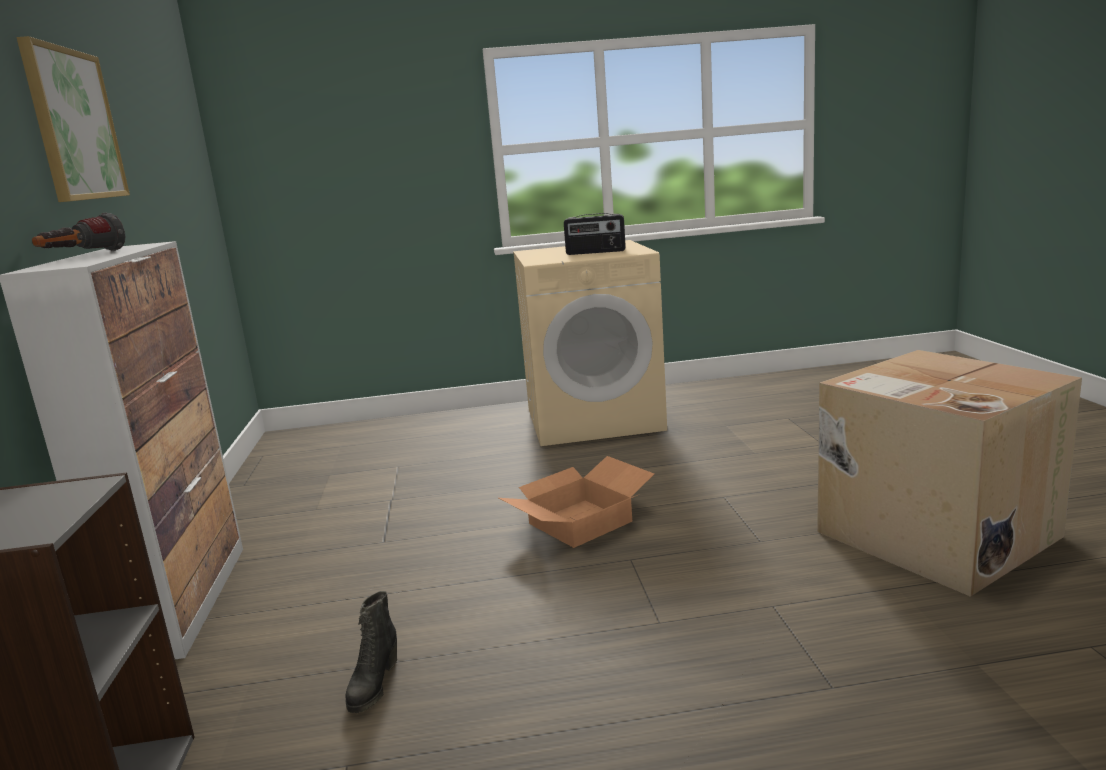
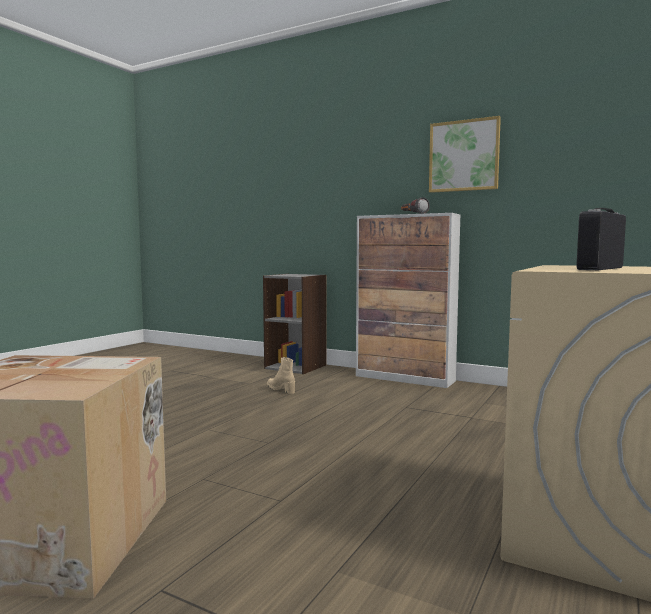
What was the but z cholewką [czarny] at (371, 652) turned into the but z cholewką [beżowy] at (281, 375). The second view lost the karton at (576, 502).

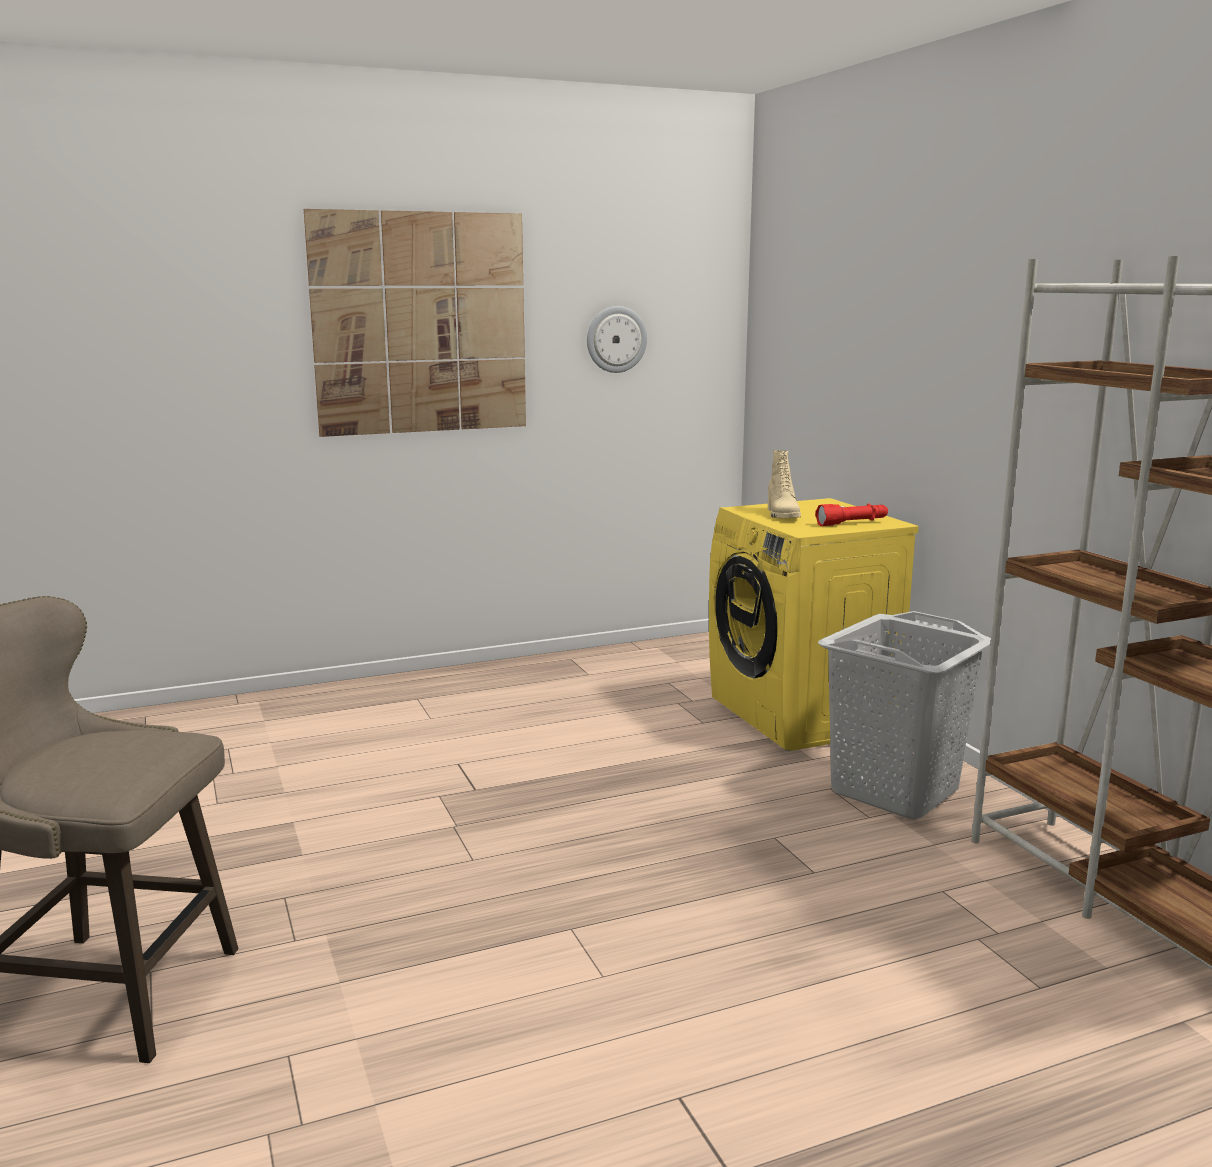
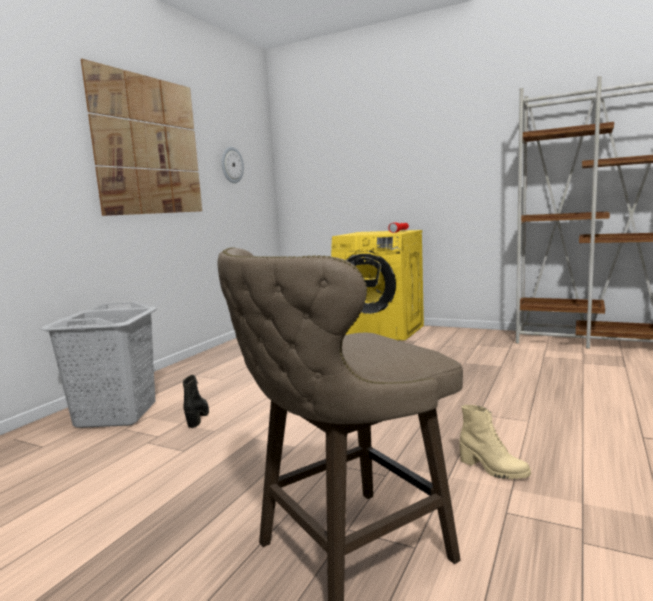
The kosz na pranie [szary] ended up elsewhere, having gone from (904, 715) to (98, 365). The second view gained the but z cholewką [czarny] at (196, 401). The but z cholewką [beżowy] ended up elsewhere, having gone from (784, 484) to (495, 442).

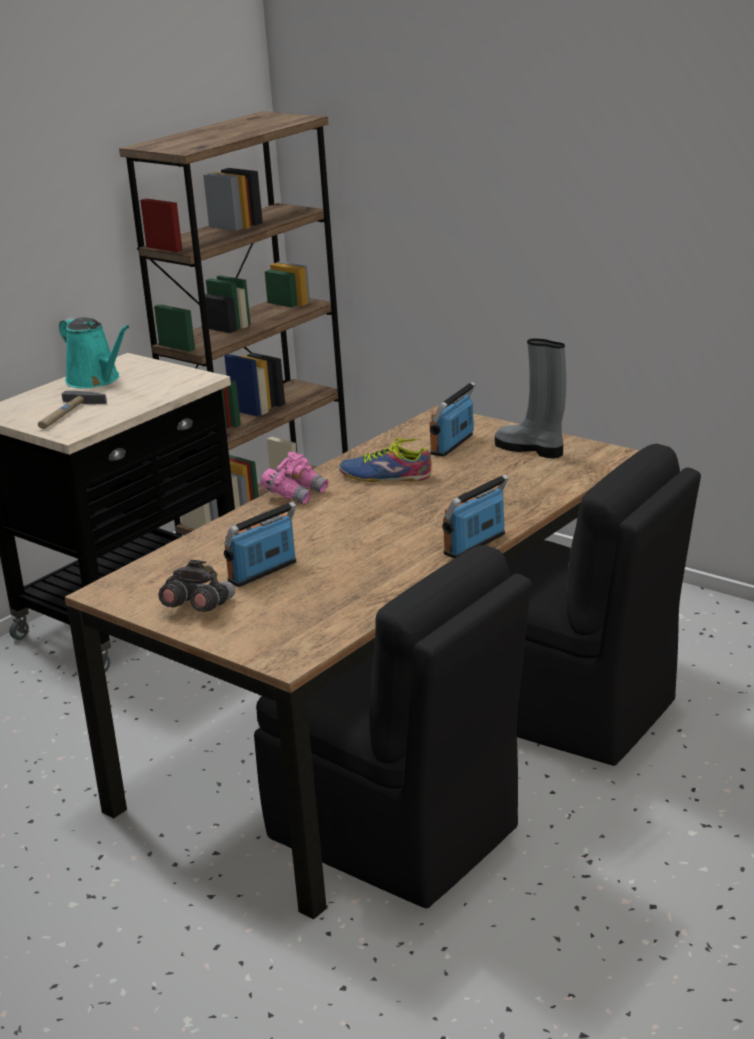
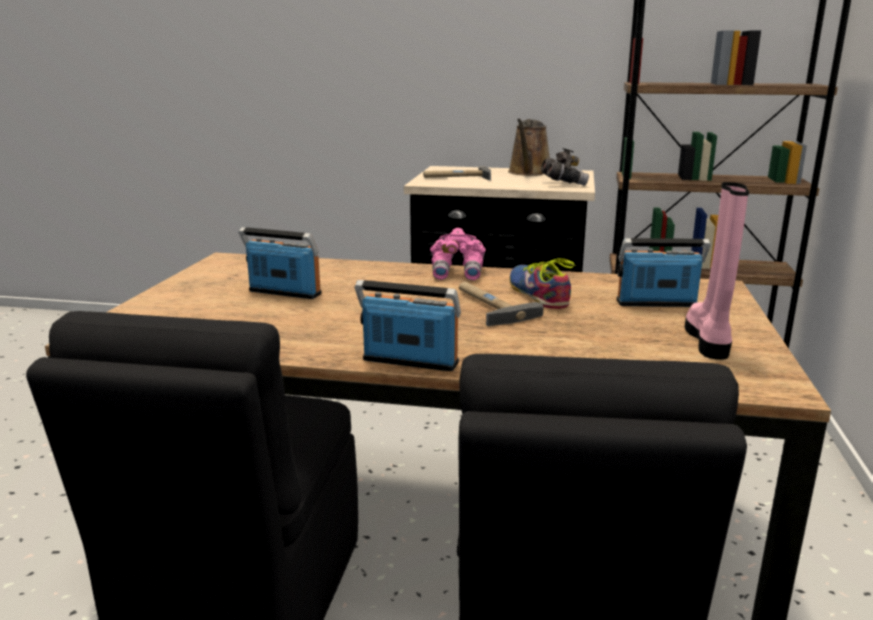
The second view gained the młotek at (501, 304). What was the konewka [turkusowy] at (94, 352) turned into the konewka [brązowy] at (529, 147). The lornetka [szary] ended up elsewhere, having gone from (196, 586) to (565, 167). What was the but z cholewką [szary] at (530, 398) turned into the but z cholewką [różowy] at (717, 271).

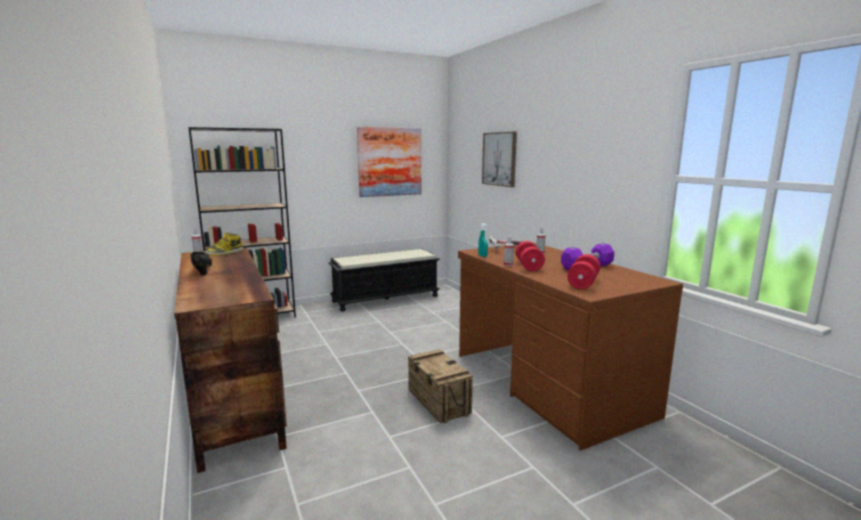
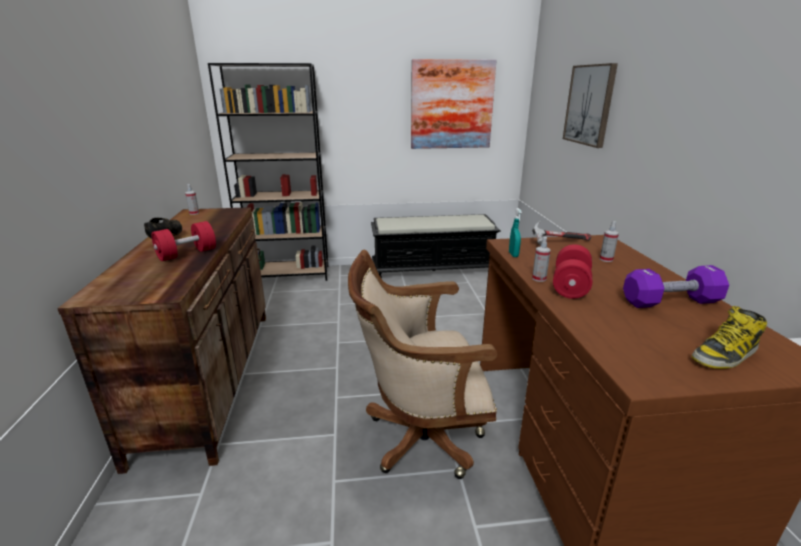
The hantel [czerwony] ended up elsewhere, having gone from (583, 271) to (183, 241). Where the skrzynka stood at (440, 386), the krzesło biurowe came to stand at (422, 364). The but z cholewką ended up elsewhere, having gone from (223, 244) to (729, 337).

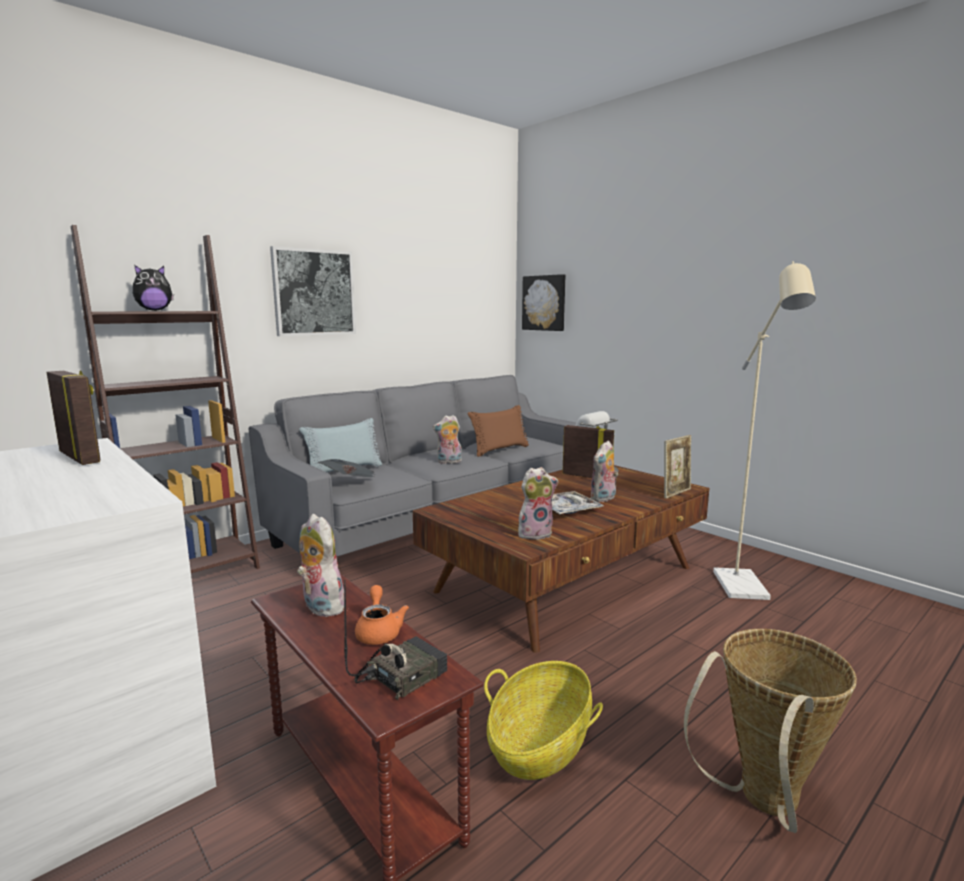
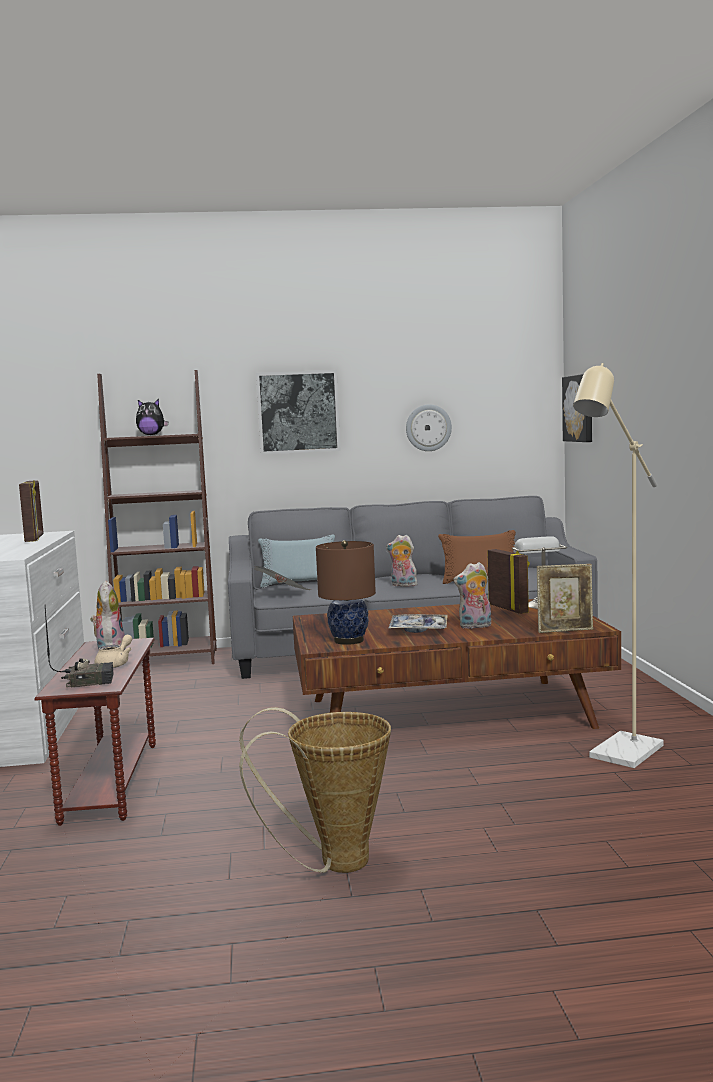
What was the imbryk [pomarańczowy] at (382, 615) turned into the imbryk [beżowy] at (113, 651). Where the pluszak stood at (538, 504), the lampa stołowa [brązowy] came to stand at (346, 592). The second view gained the zegar ścienny at (429, 427). The second view lost the koszyk at (543, 720).

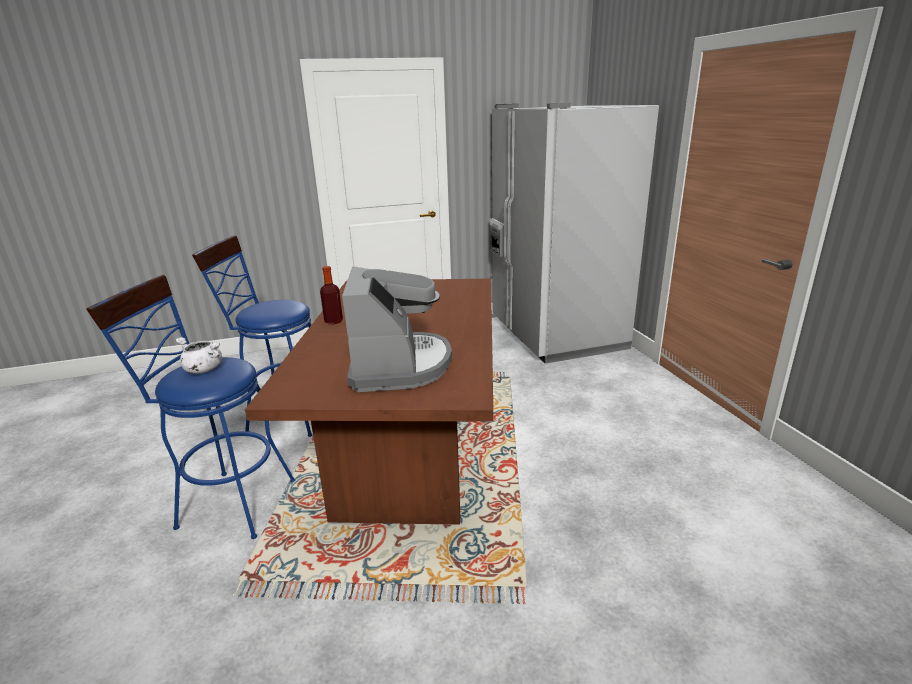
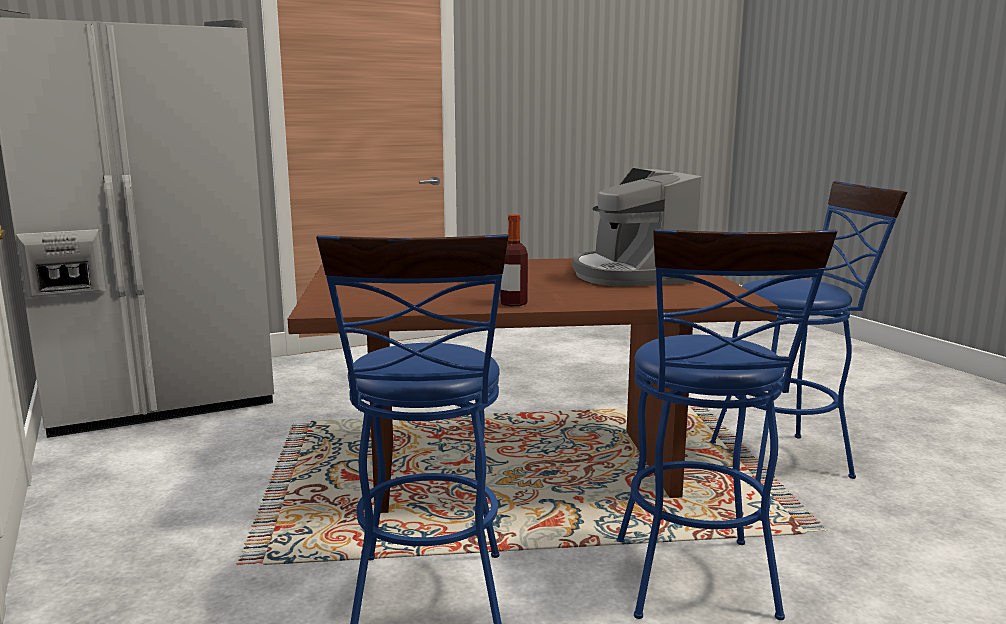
The ekspres do kawy at (397, 329) ended up facing another way, 90 degrees counterclockwise from before. The second view gained the stołek [niebieski] at (808, 331). The second view lost the garnek [biały] at (199, 355).

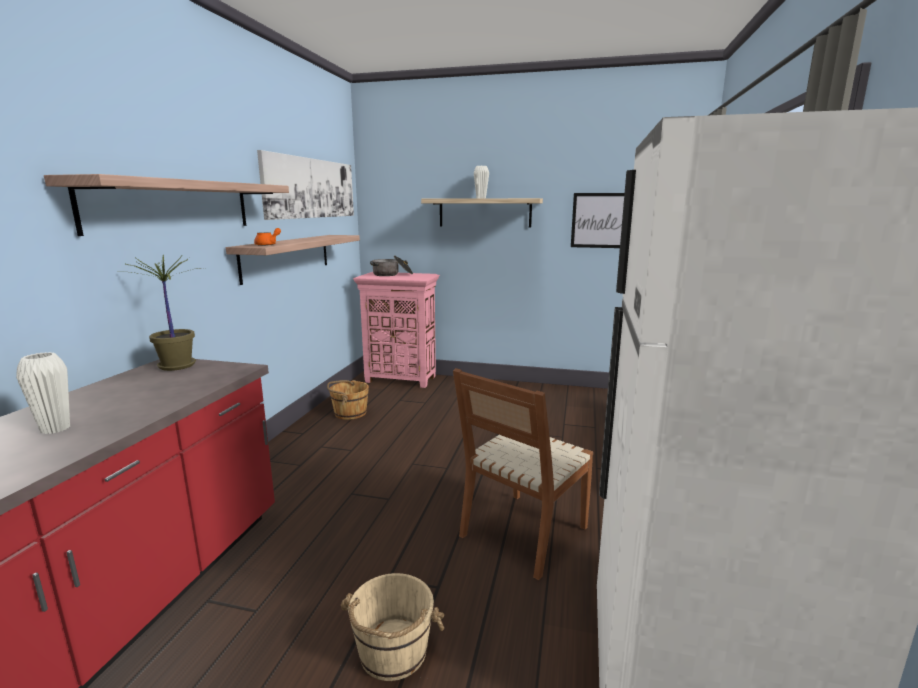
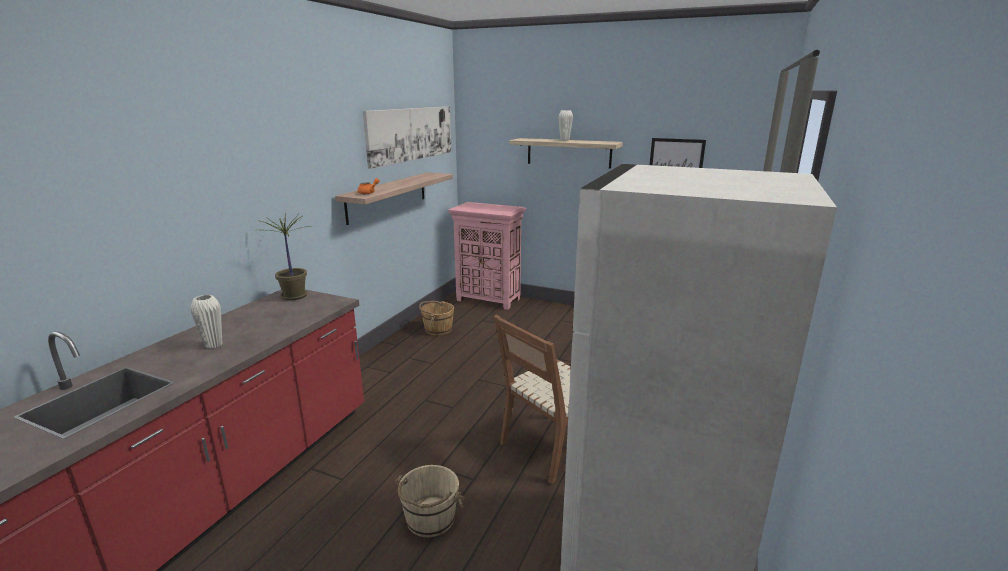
The second view lost the półka at (166, 205). The second view lost the garnek at (391, 265).

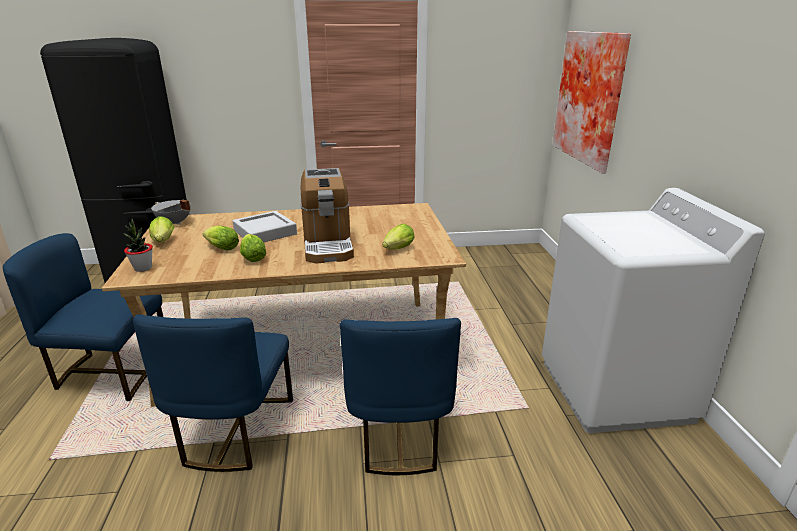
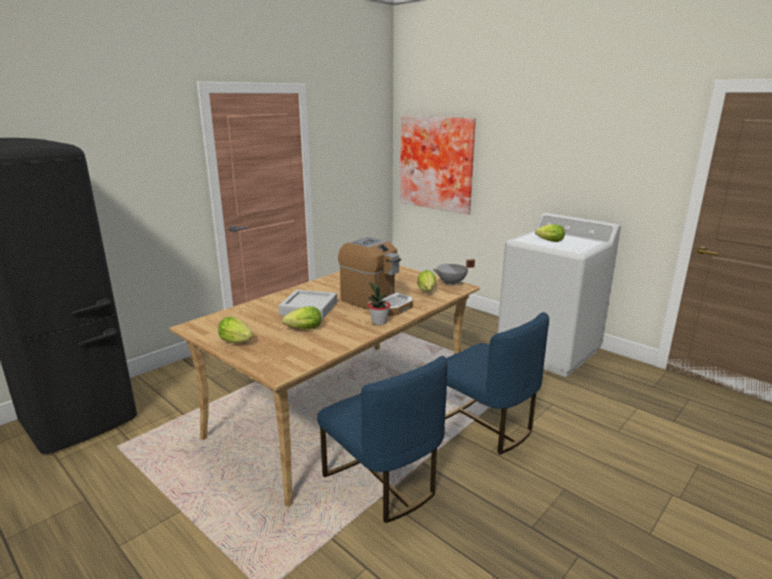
The roślina doniczkowa ended up elsewhere, having gone from (138, 245) to (379, 303). The garnek [szary] ended up elsewhere, having gone from (171, 212) to (454, 272). The sałata ended up elsewhere, having gone from (253, 248) to (550, 233). The second view lost the krzesło [niebieski] at (83, 317).

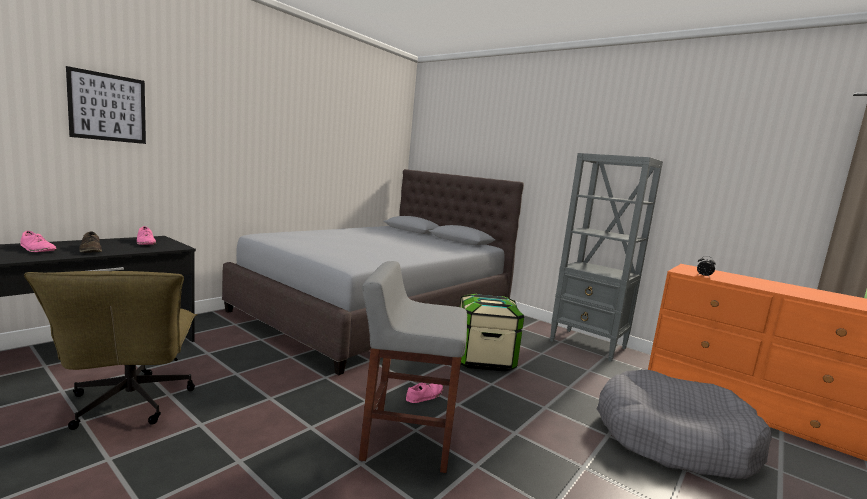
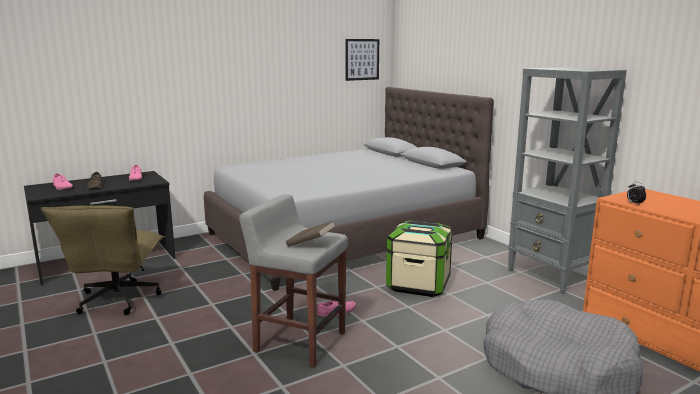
The second view gained the książka [brązowy] at (311, 234). The obraz ended up elsewhere, having gone from (106, 105) to (362, 60).

